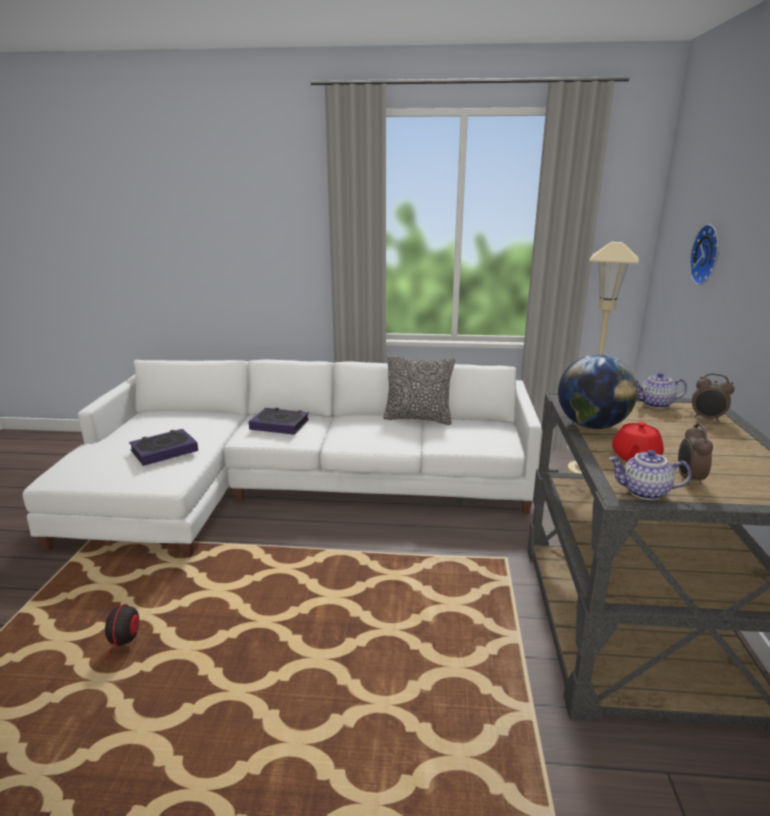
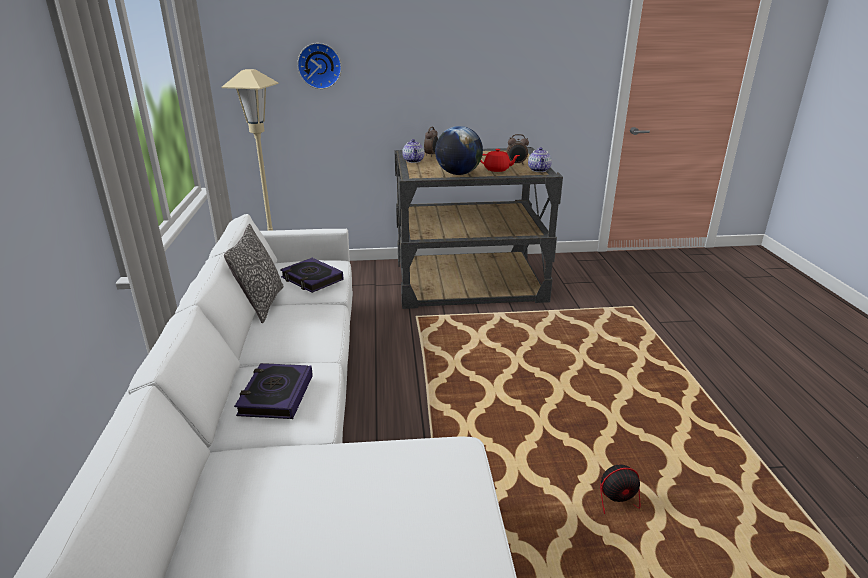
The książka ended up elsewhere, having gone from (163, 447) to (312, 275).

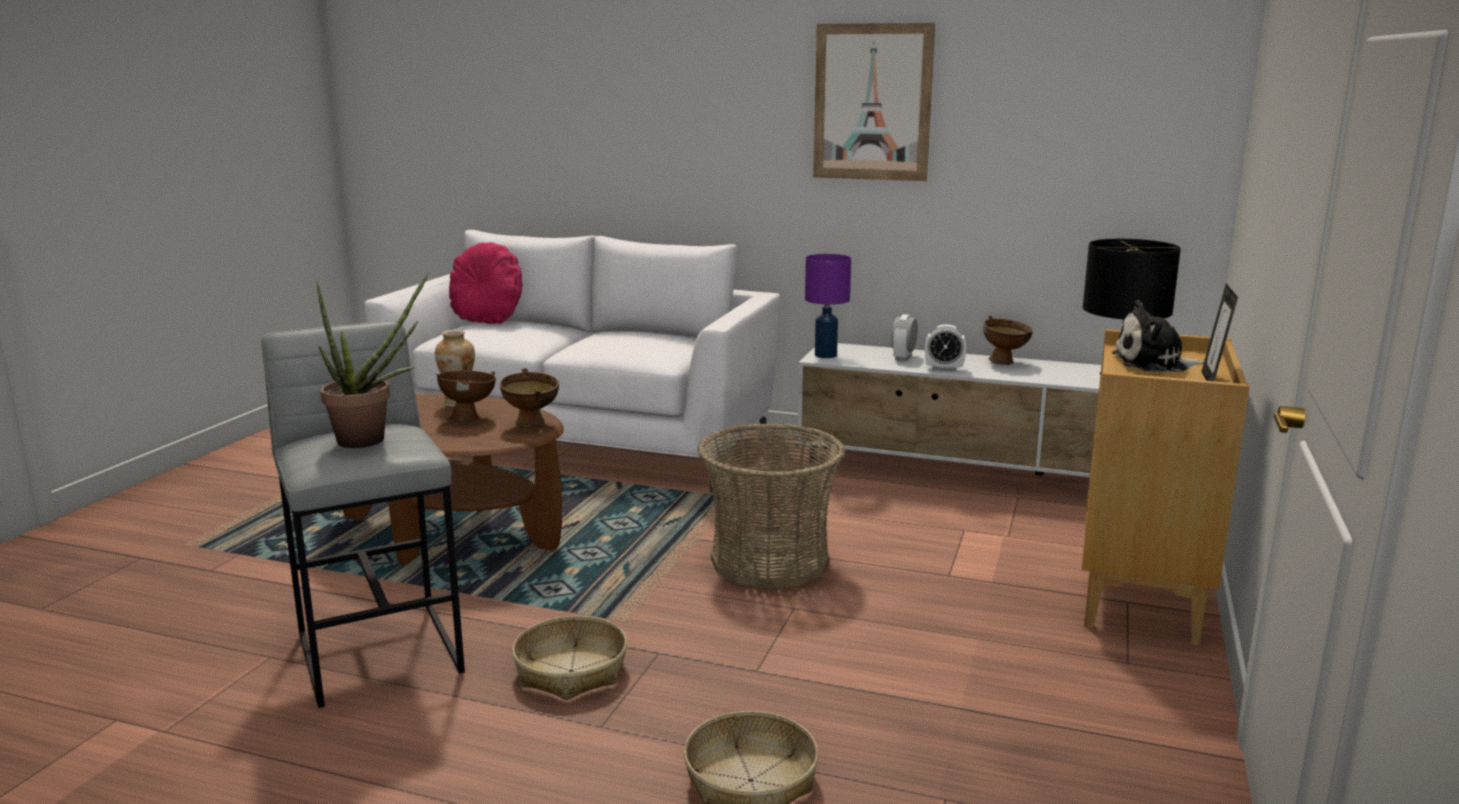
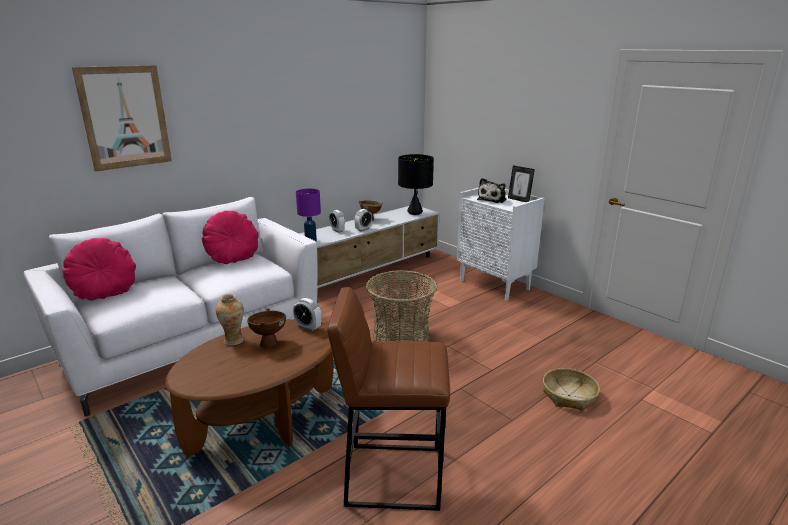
The obraz ended up elsewhere, having gone from (874, 102) to (122, 118). The second view gained the poduszka [różowy] at (230, 237). Where the miska [brązowy] stood at (529, 398), the budzik came to stand at (307, 314). What was the stołek [szary] at (363, 514) turned into the stołek [brązowy] at (388, 399). What was the szafka [brązowy] at (1166, 487) turned into the szafka [biały] at (501, 244). The second view lost the roślina doniczkowa at (372, 360). The second view lost the koszyk at (569, 658).

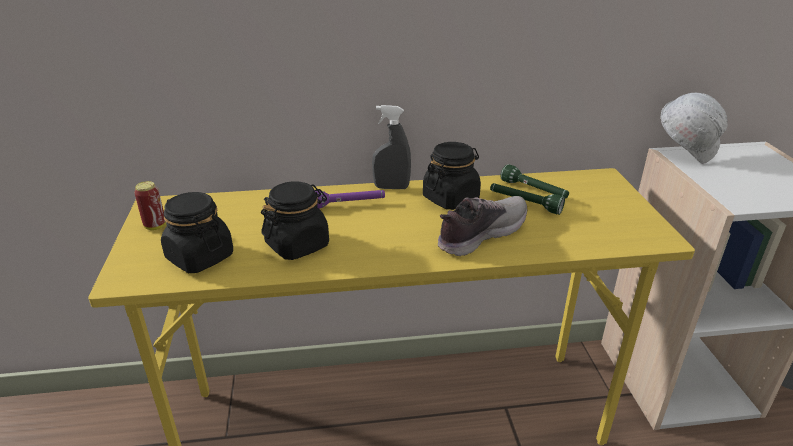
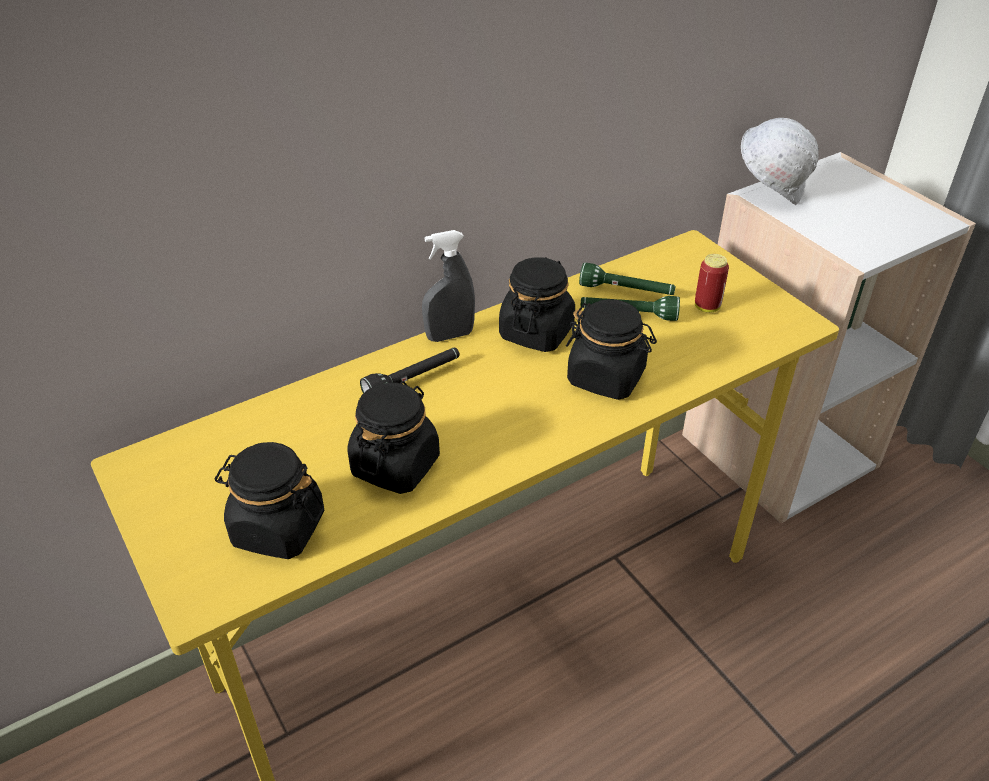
What was the latarka [fioletowy] at (350, 199) turned into the latarka [czarny] at (410, 370). Where the but stood at (482, 226), the słoik [czarny] came to stand at (611, 349). The puszka ended up elsewhere, having gone from (150, 205) to (712, 283).

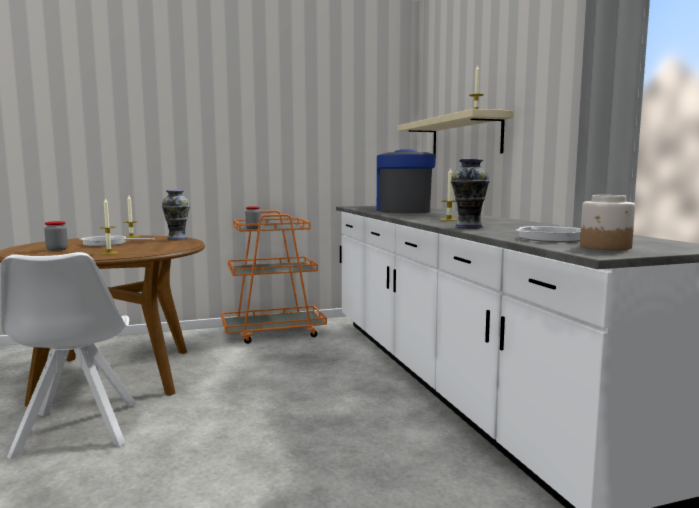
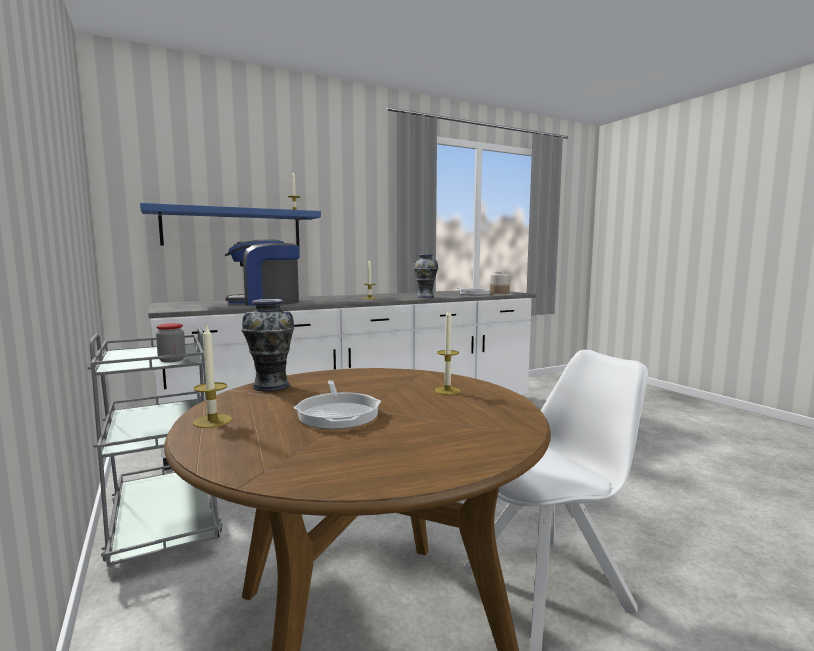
What was the wózek [pomarańczowy] at (274, 277) turned into the wózek [szary] at (155, 447). What was the półka [beżowy] at (455, 132) turned into the półka [niebieski] at (230, 224). The second view lost the słoik at (56, 236).

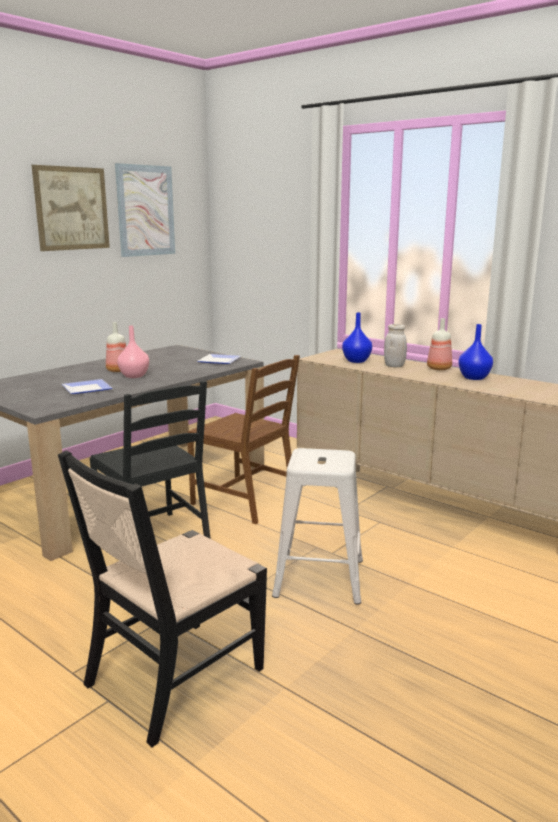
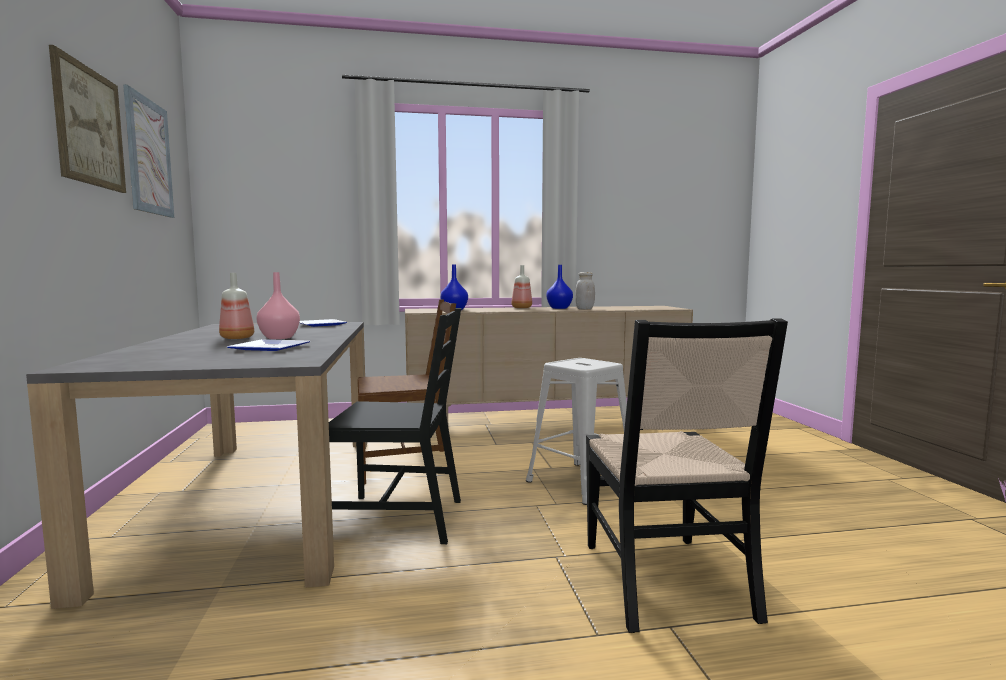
The słoik [biały] ended up elsewhere, having gone from (395, 345) to (585, 291).

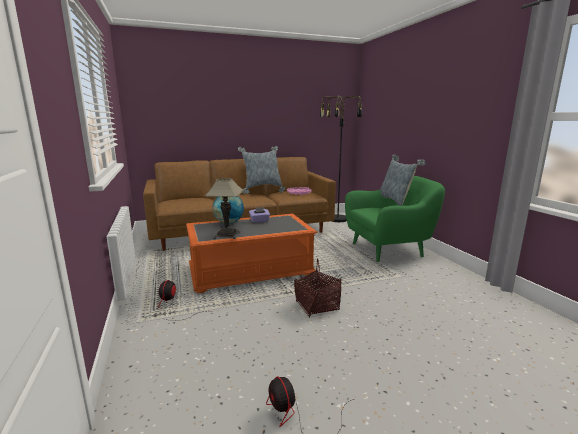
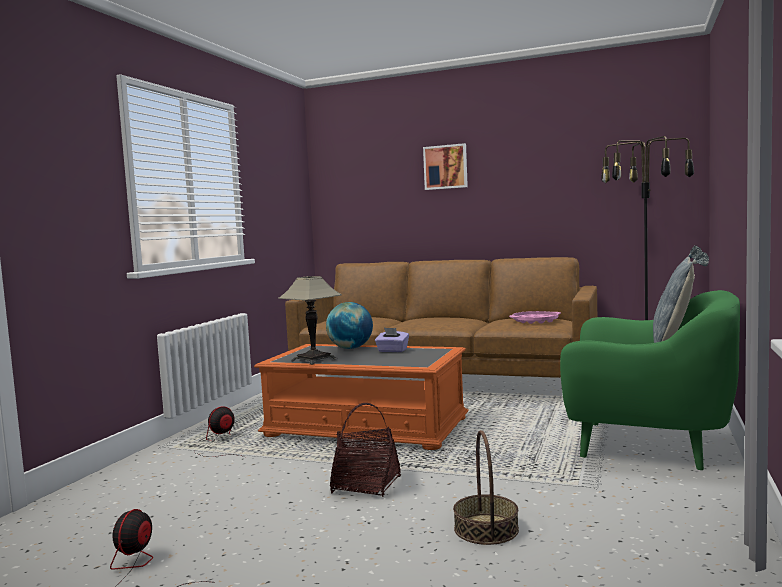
The second view gained the obraz at (445, 166). The second view gained the koszyk at (486, 487). The second view lost the poduszka at (261, 170).

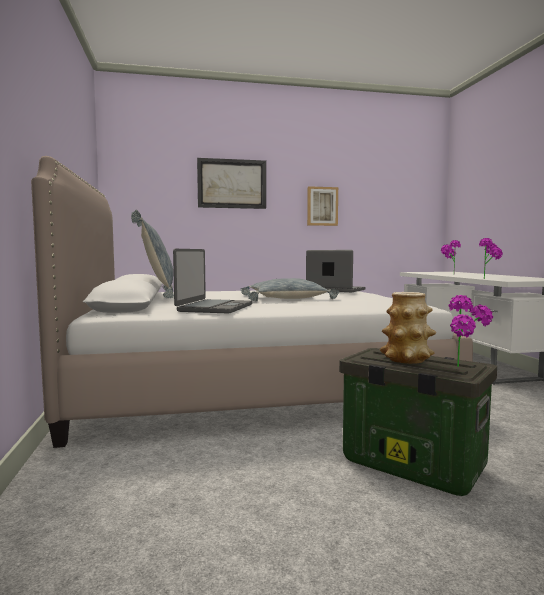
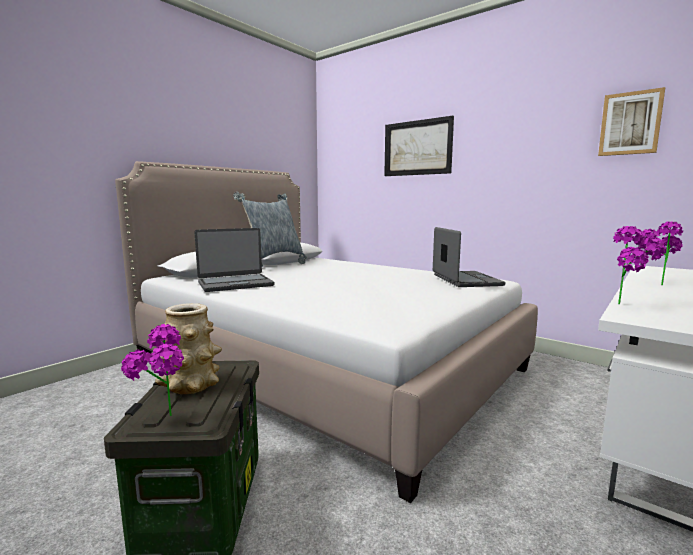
The obraz ended up elsewhere, having gone from (322, 206) to (631, 121). The second view lost the poduszka at (289, 290).

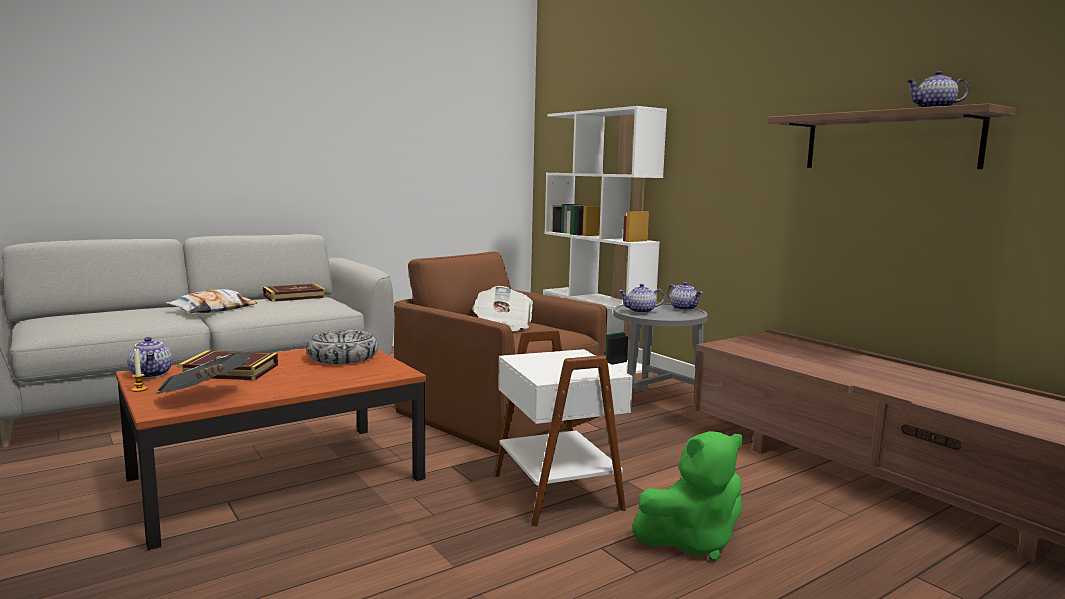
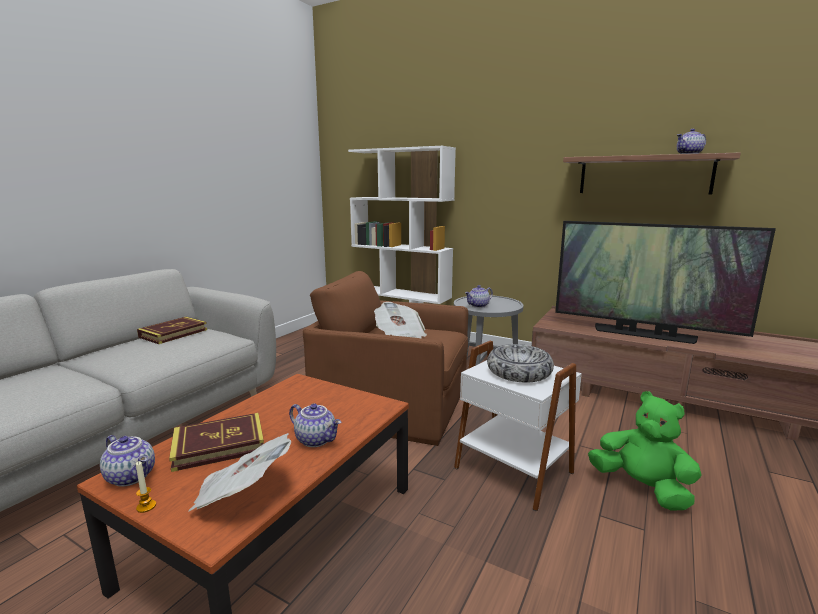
The imbryk ended up elsewhere, having gone from (685, 296) to (315, 425). The miska ended up elsewhere, having gone from (342, 347) to (520, 363). The second view gained the telewizor at (665, 282). The pluszak [zielony] at (687, 496) ended up facing another way, 90 degrees counterclockwise from before. The second view lost the poduszka at (211, 301).

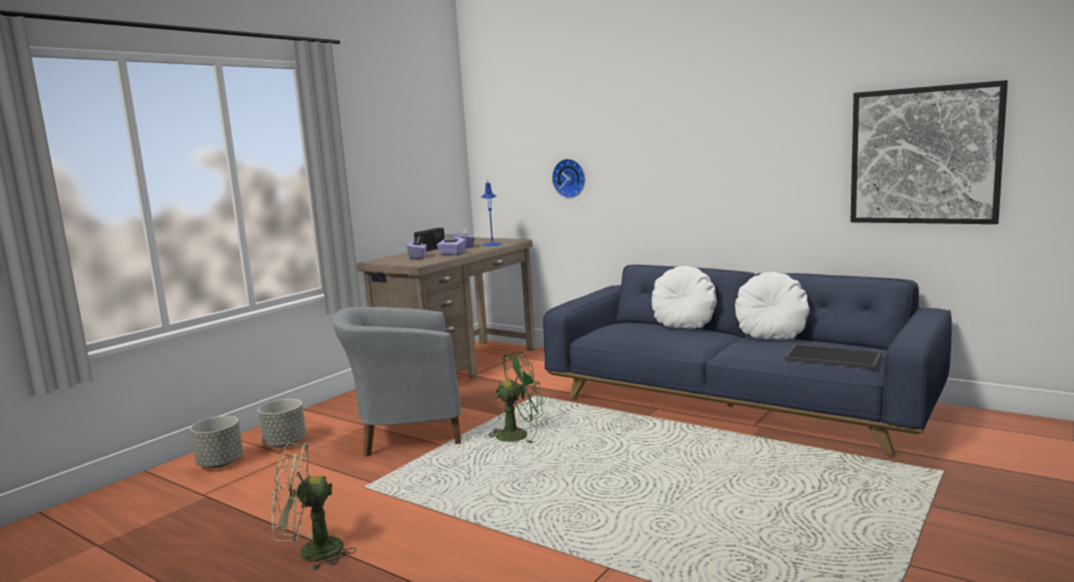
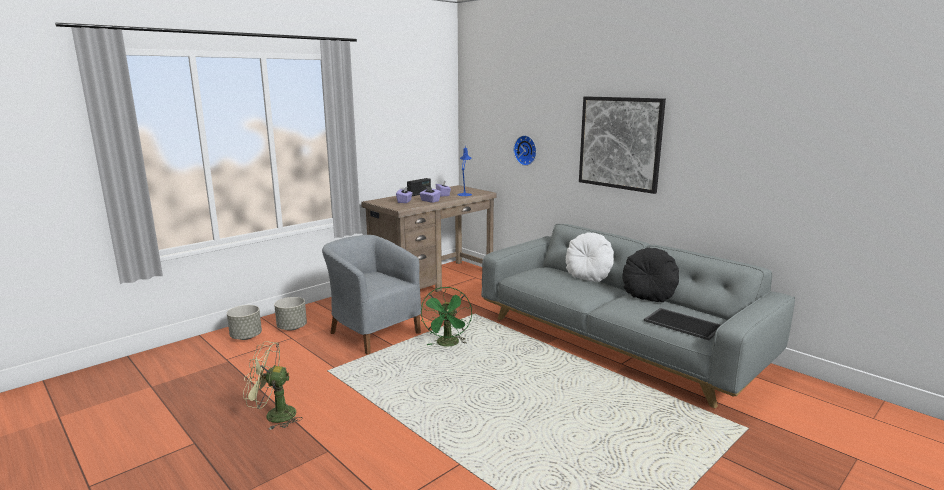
The fotel [szary] at (397, 382) ended up facing another way, 45 degrees clockwise from before. The wentylator [zielony] at (514, 397) ended up facing another way, 105 degrees clockwise from before. What was the kanapa [niebieski] at (747, 360) turned into the kanapa [szary] at (638, 316). The obraz ended up elsewhere, having gone from (929, 152) to (622, 145). What was the poduszka [biały] at (772, 306) turned into the poduszka [czarny] at (650, 275).

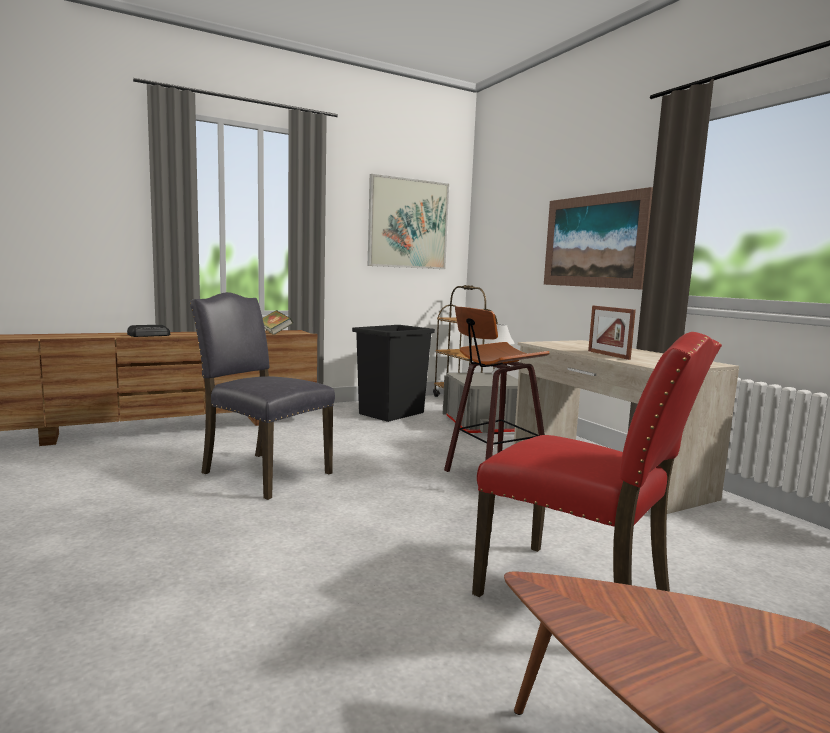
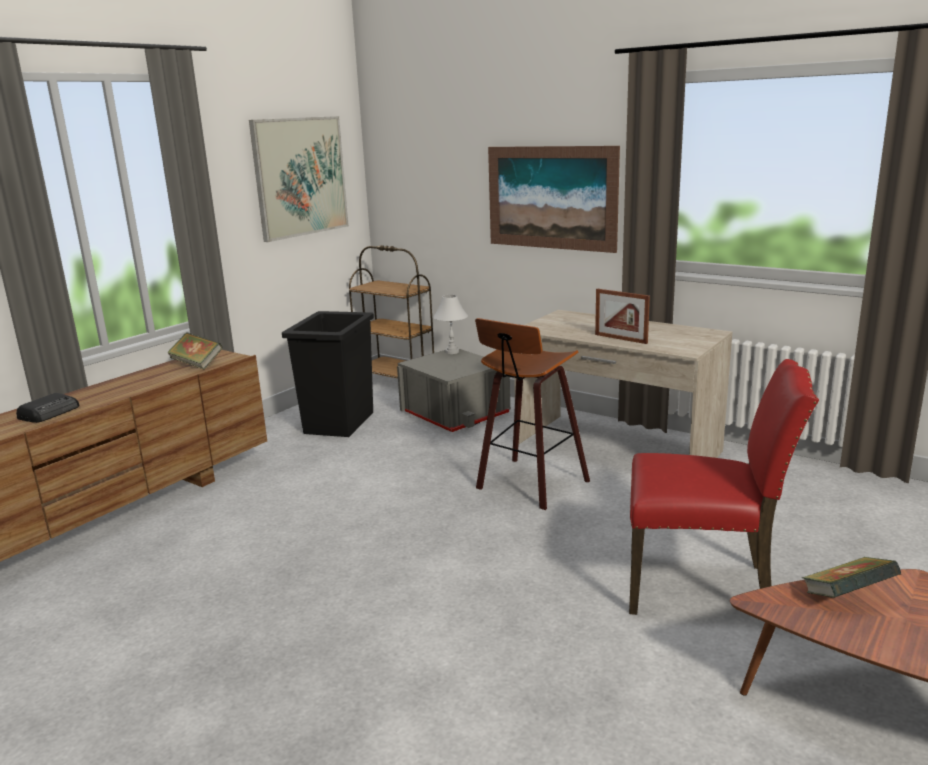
The second view gained the książka at (851, 577). The second view lost the krzesło [szary] at (262, 396).

